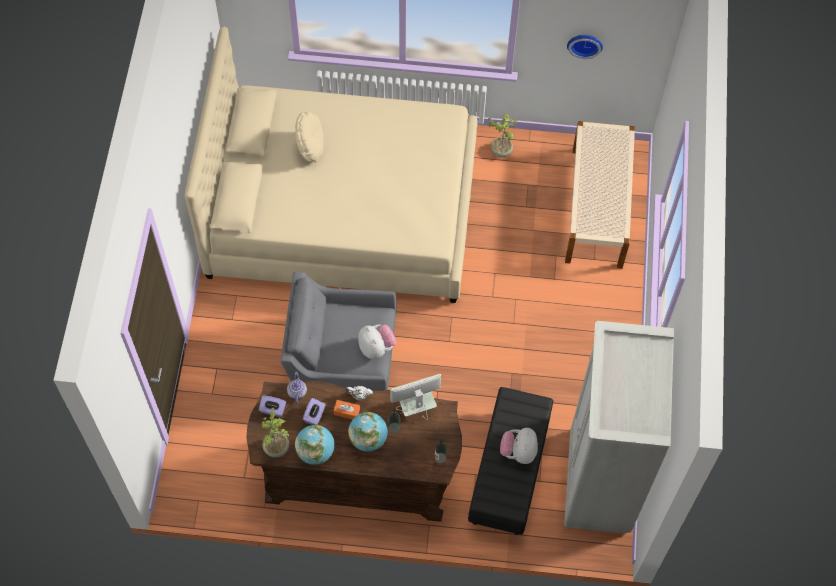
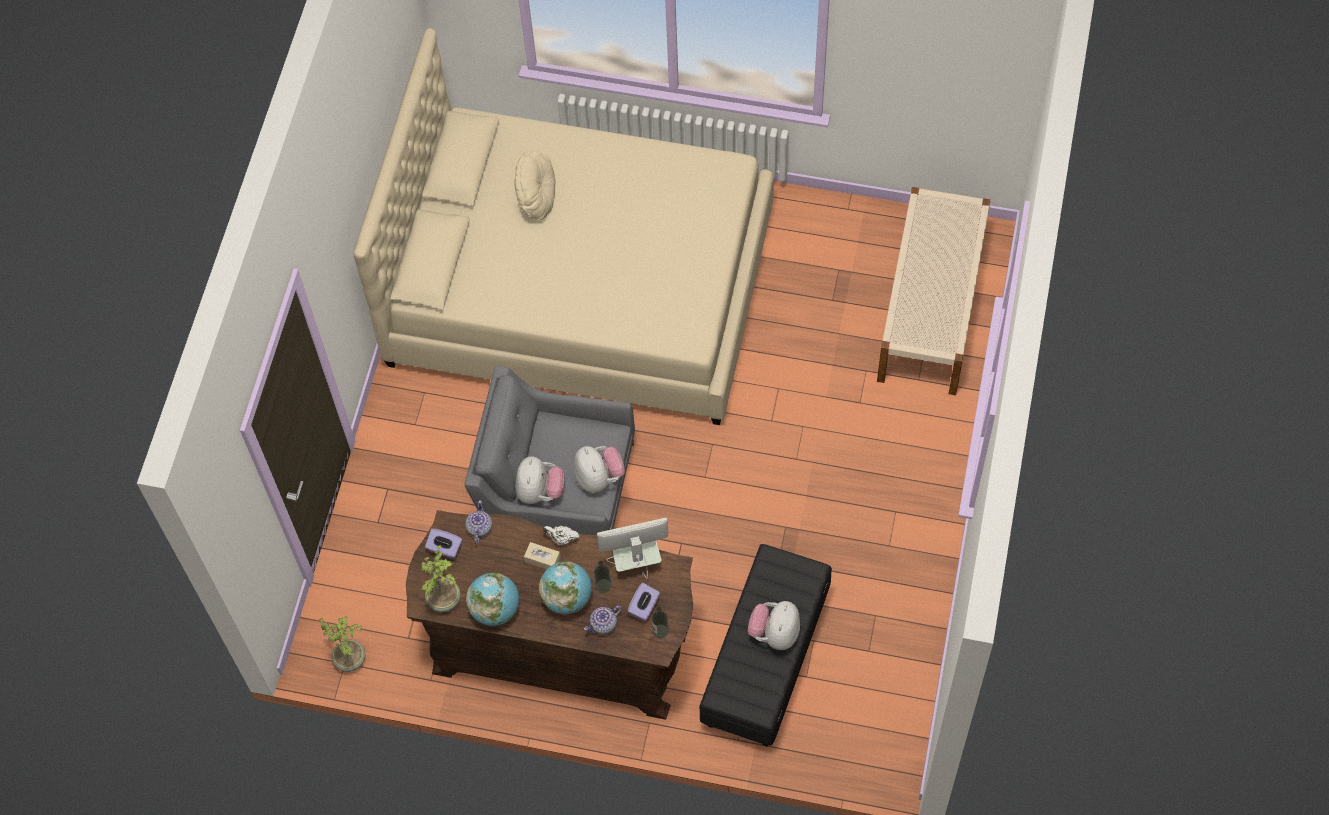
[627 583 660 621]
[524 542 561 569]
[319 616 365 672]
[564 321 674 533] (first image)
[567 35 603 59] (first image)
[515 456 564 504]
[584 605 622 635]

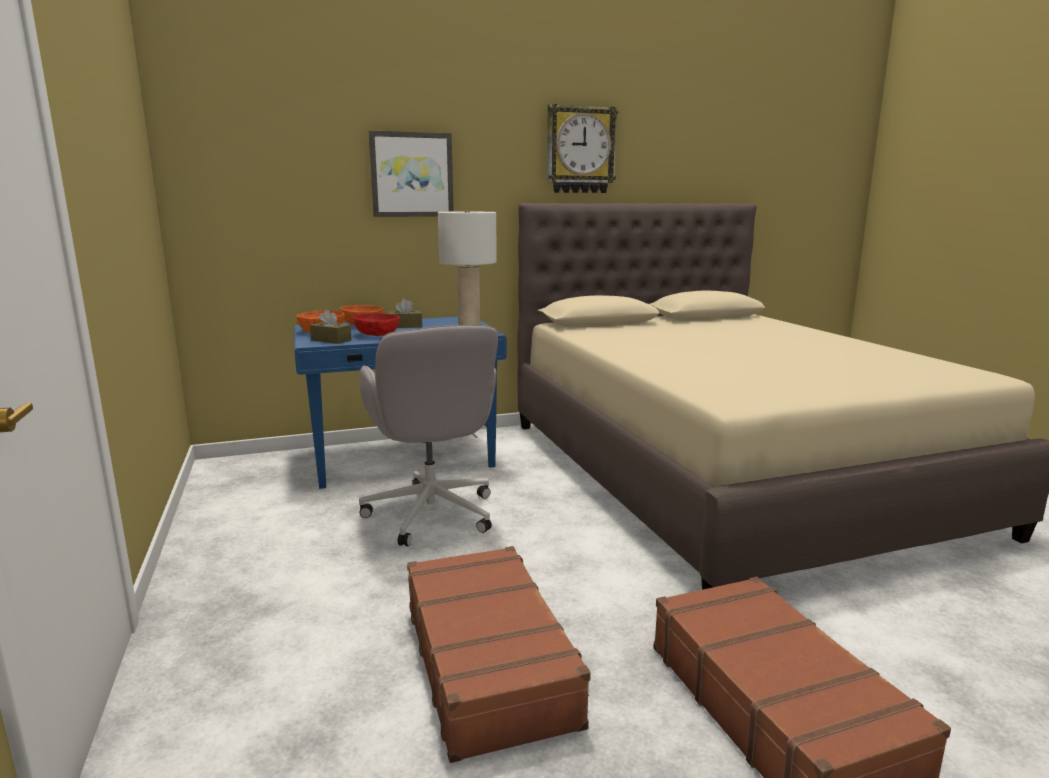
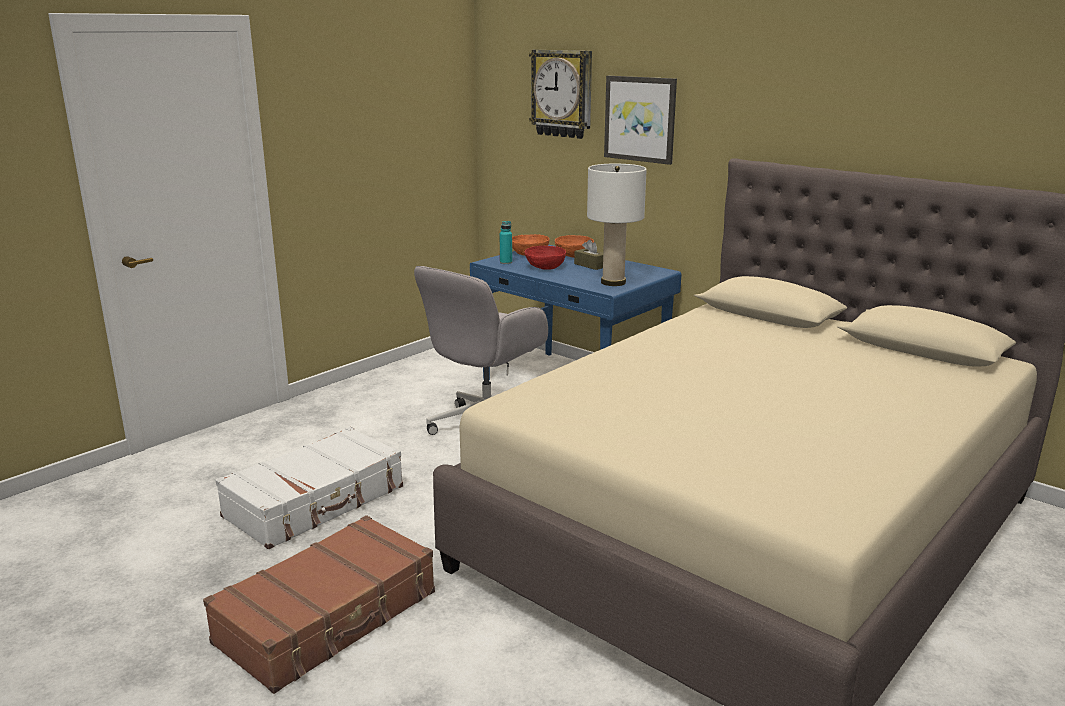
[500 221 512 264]
[215 427 403 549]
[529 50 592 139]

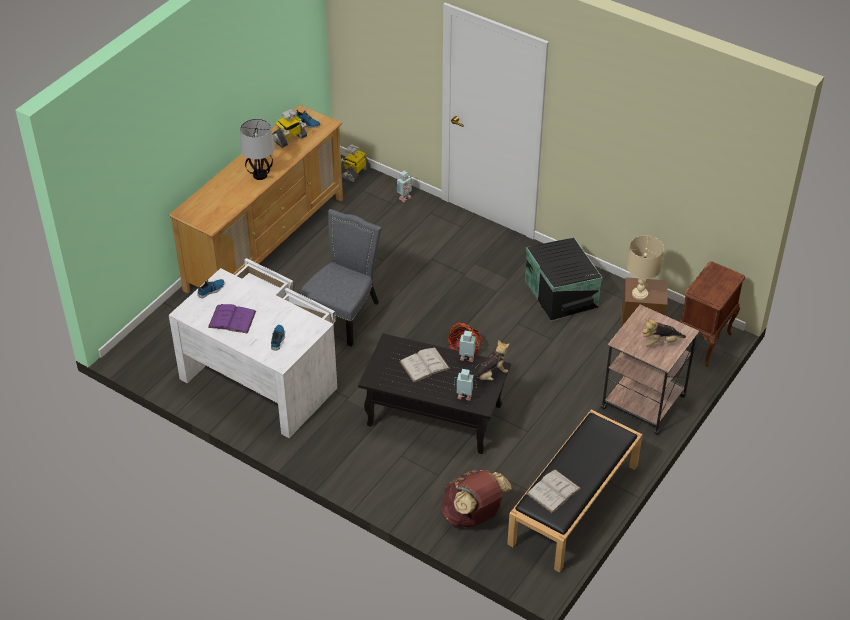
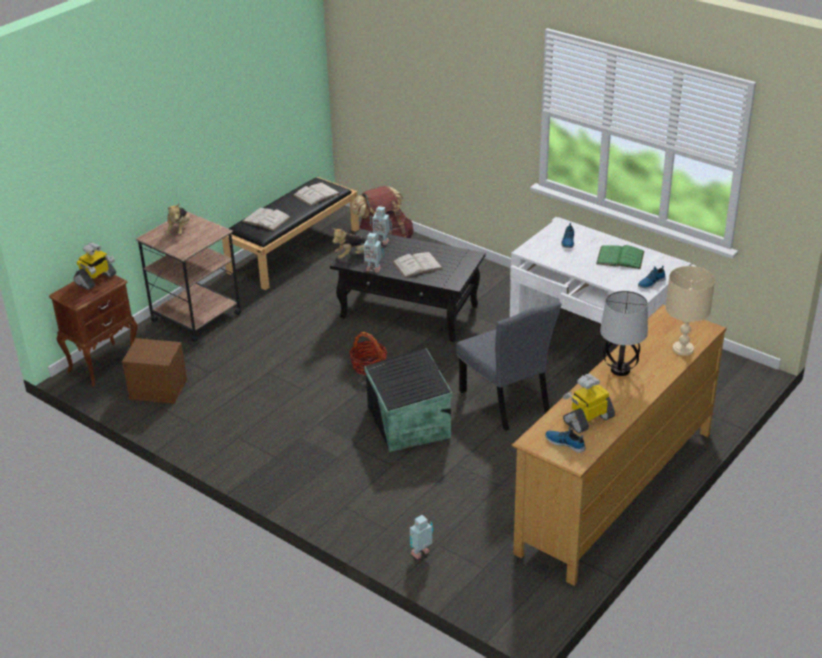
[596 245 644 269]
[456 301 562 431]
[73 243 116 290]
[364 348 452 452]
[665 266 715 356]
[166 204 190 235]
[242 208 291 231]

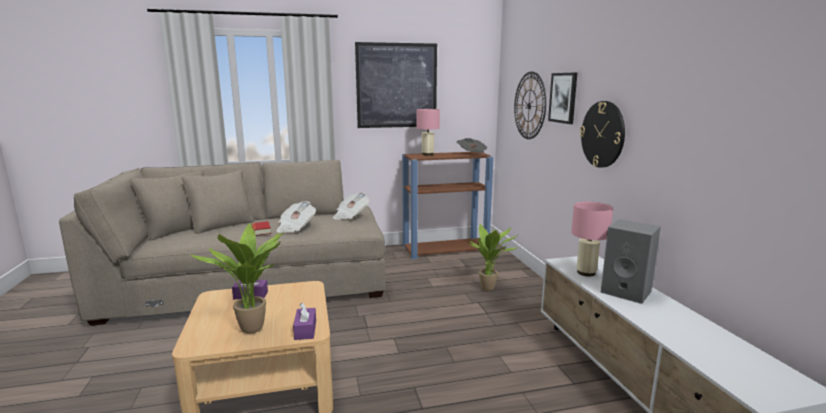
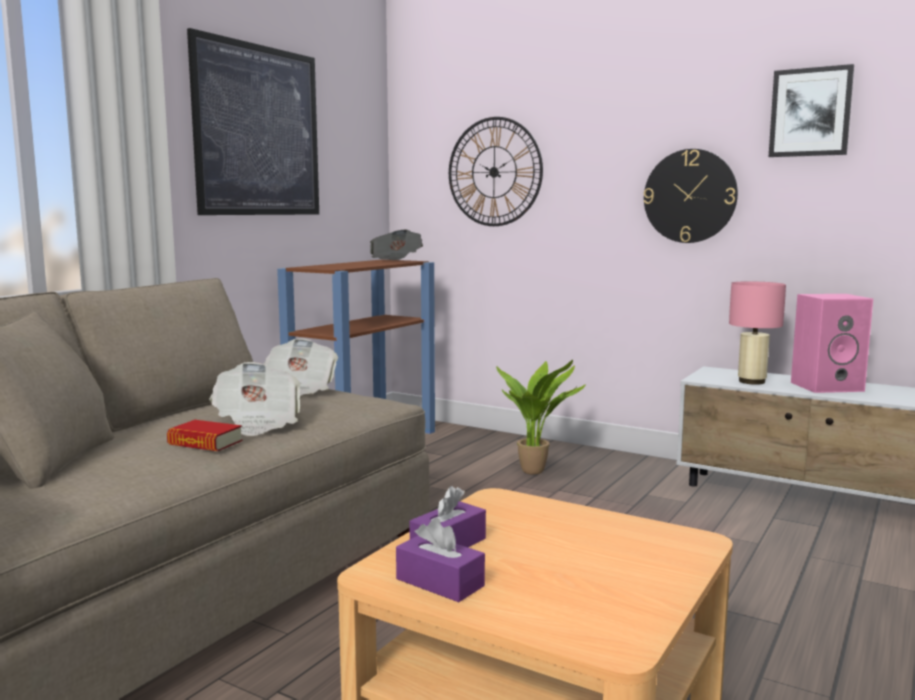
[189 223 285 334] (first image)
[396 518 485 602]
[417 109 440 155] (first image)
[769 64 854 157]
[791 294 873 393]

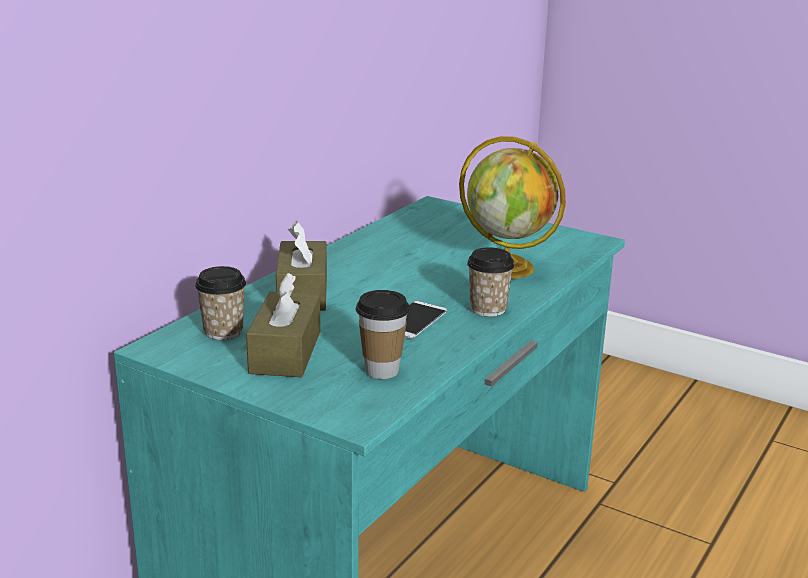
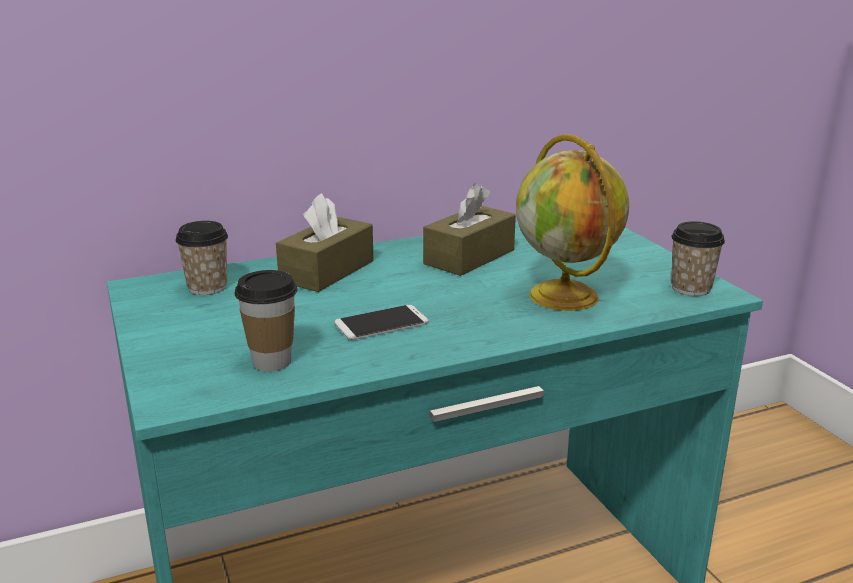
[423 184 516 276]
[671 221 725 296]

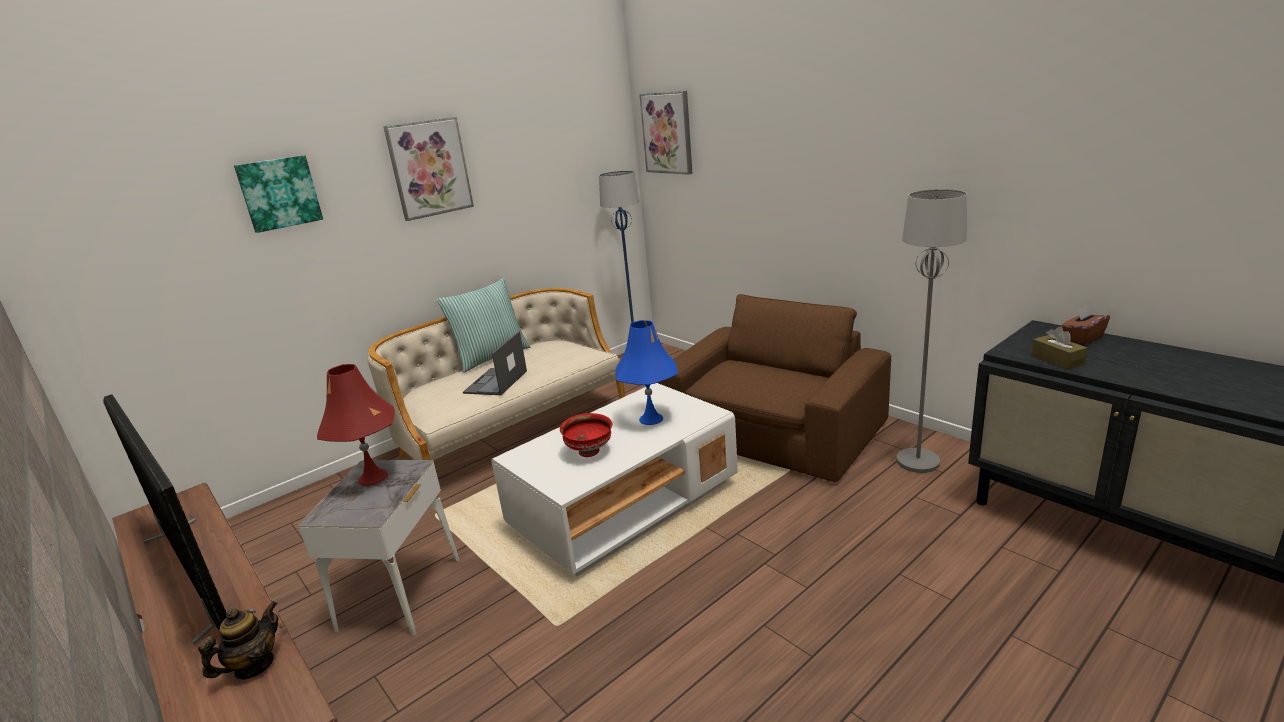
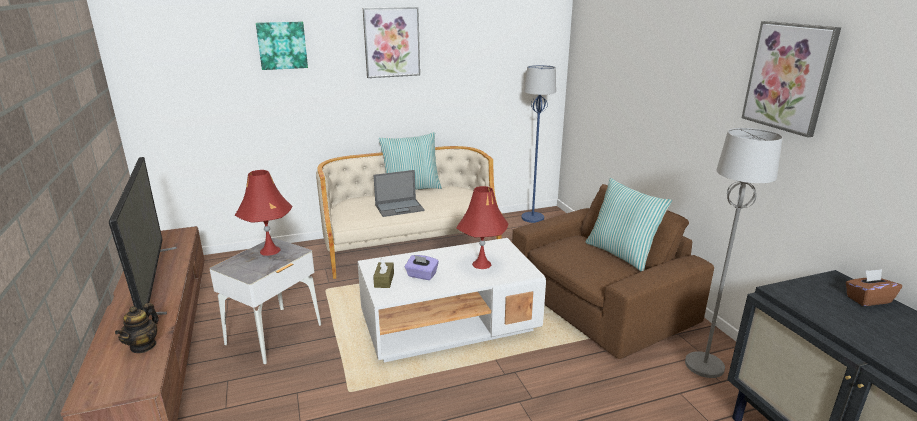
[115 303 159 353]
[373 170 425 217]
[405 255 439 280]
[456 186 509 269]
[742 21 841 137]
[373 258 394 288]
[585 178 672 272]

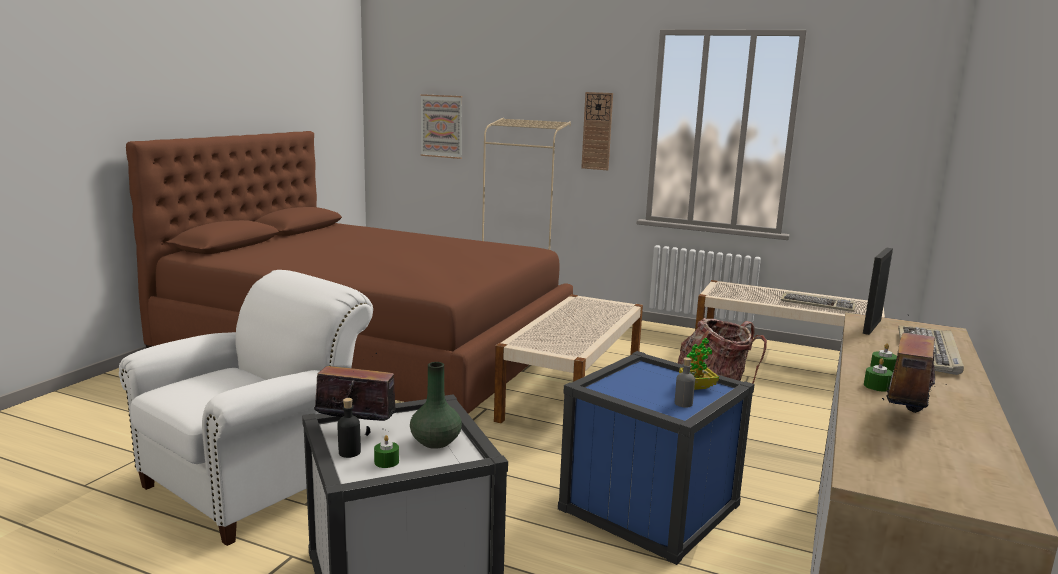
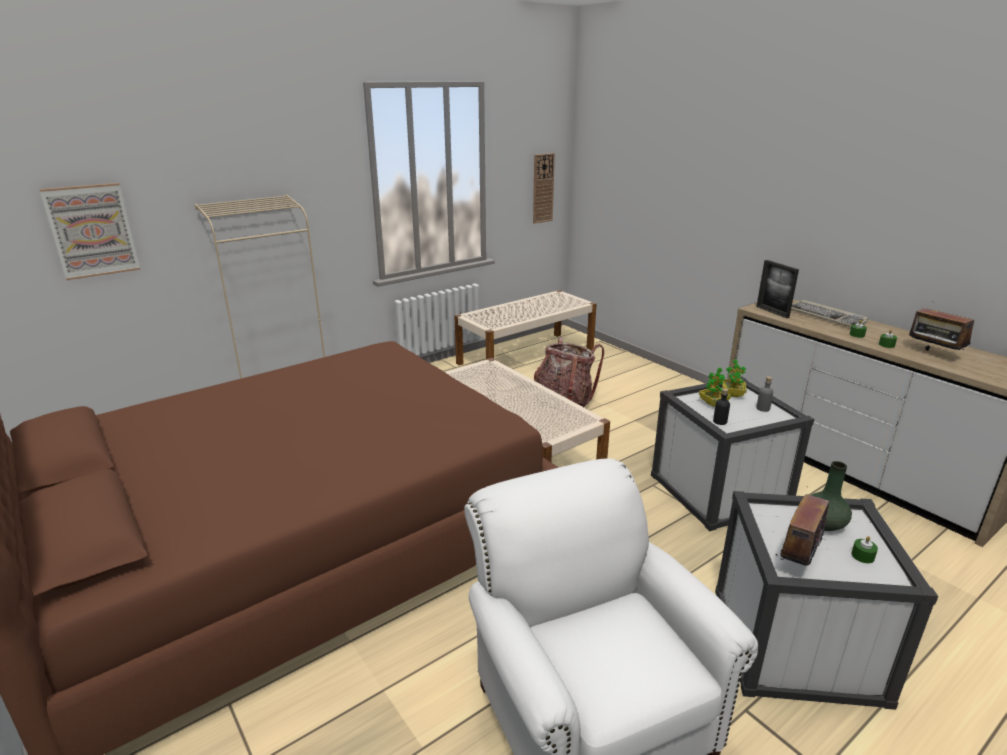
[713 388 730 425]
[651 376 814 531]
[533 153 555 224]
[781 291 856 312] (first image)
[699 367 731 407]

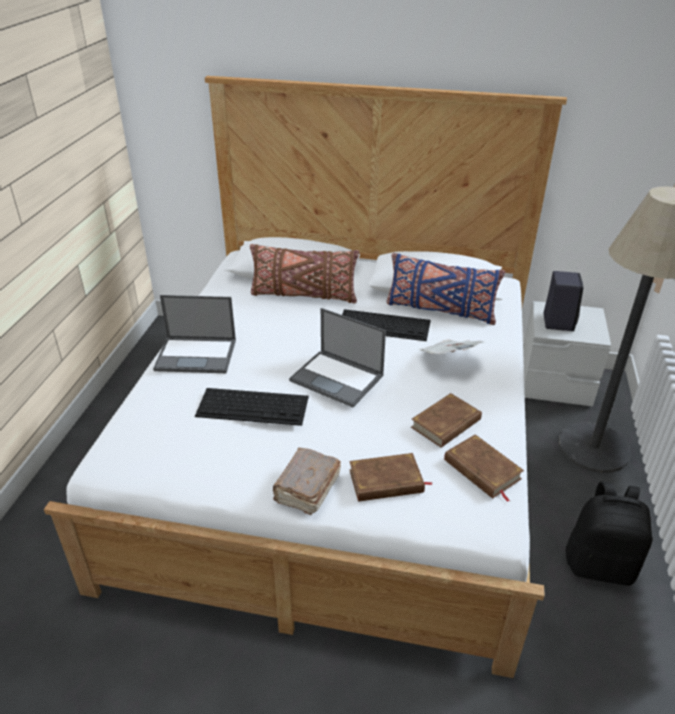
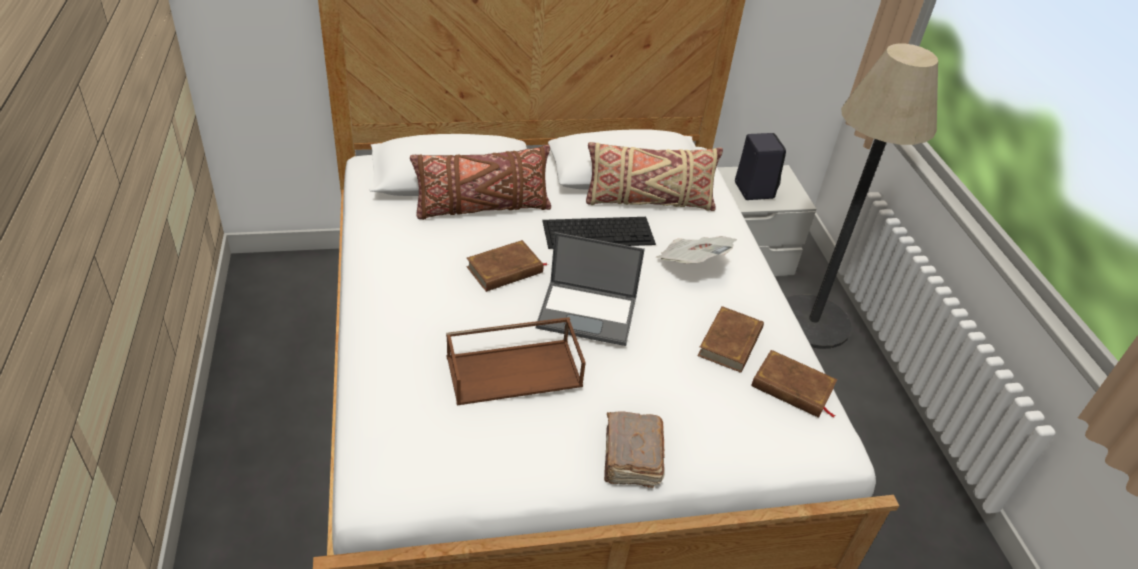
[153 295 236 373] (first image)
[446 317 586 405]
[467 240 548 292]
[586 142 723 211]
[566 481 652 586] (first image)

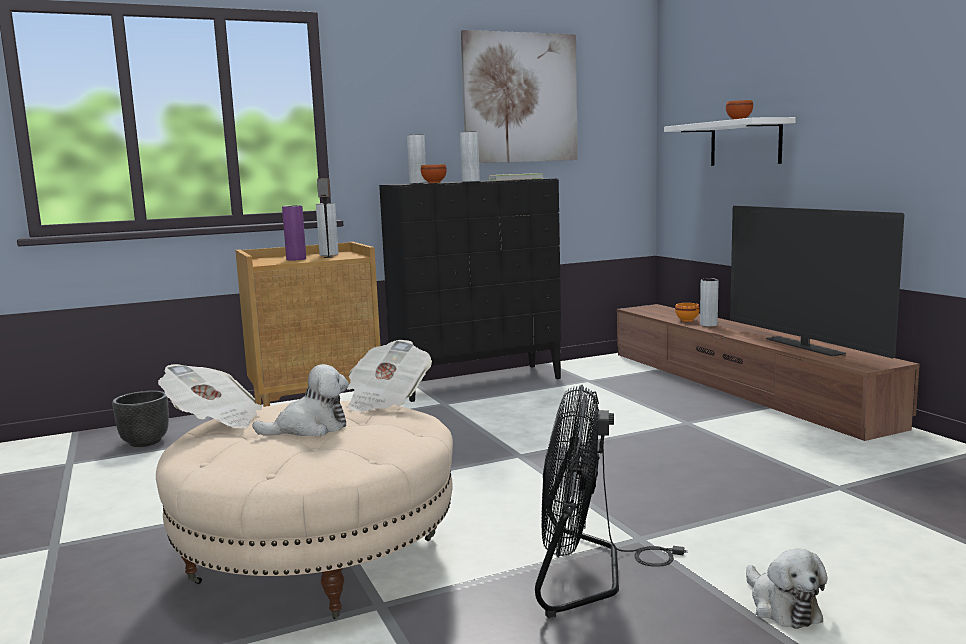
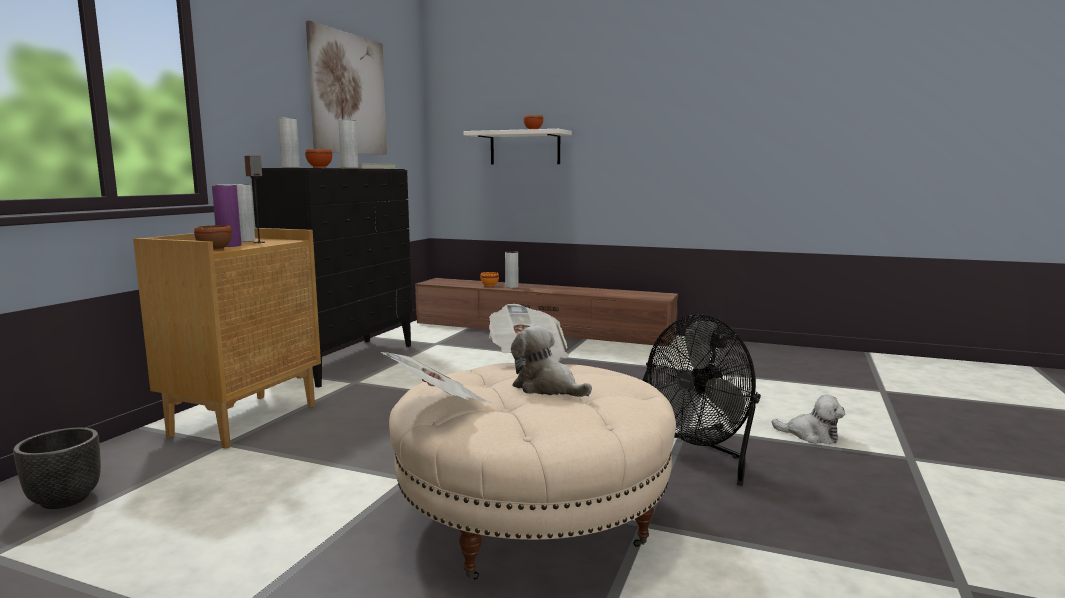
[511 325 592 397]
[730 206 904 359] (first image)
[194 225 232 251]

